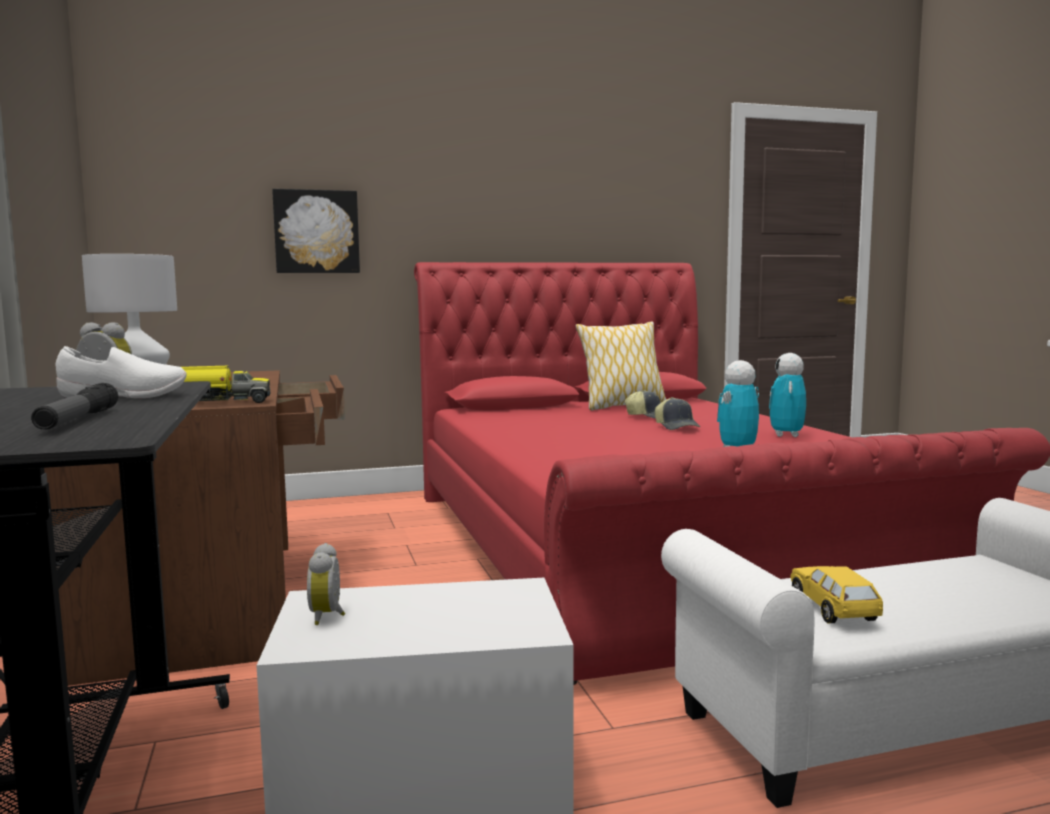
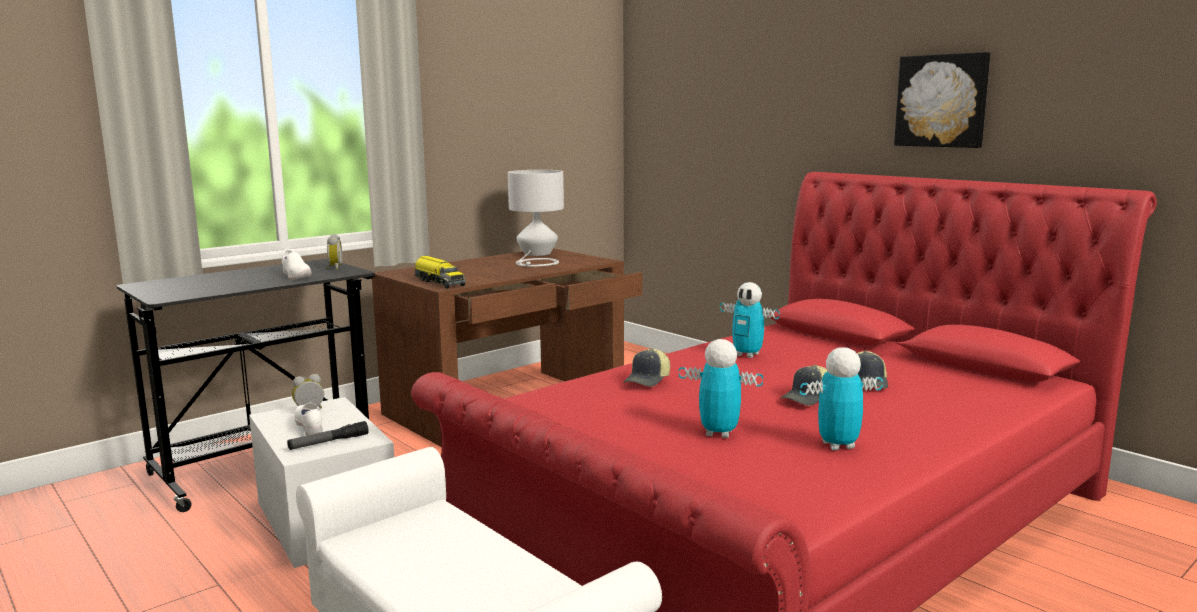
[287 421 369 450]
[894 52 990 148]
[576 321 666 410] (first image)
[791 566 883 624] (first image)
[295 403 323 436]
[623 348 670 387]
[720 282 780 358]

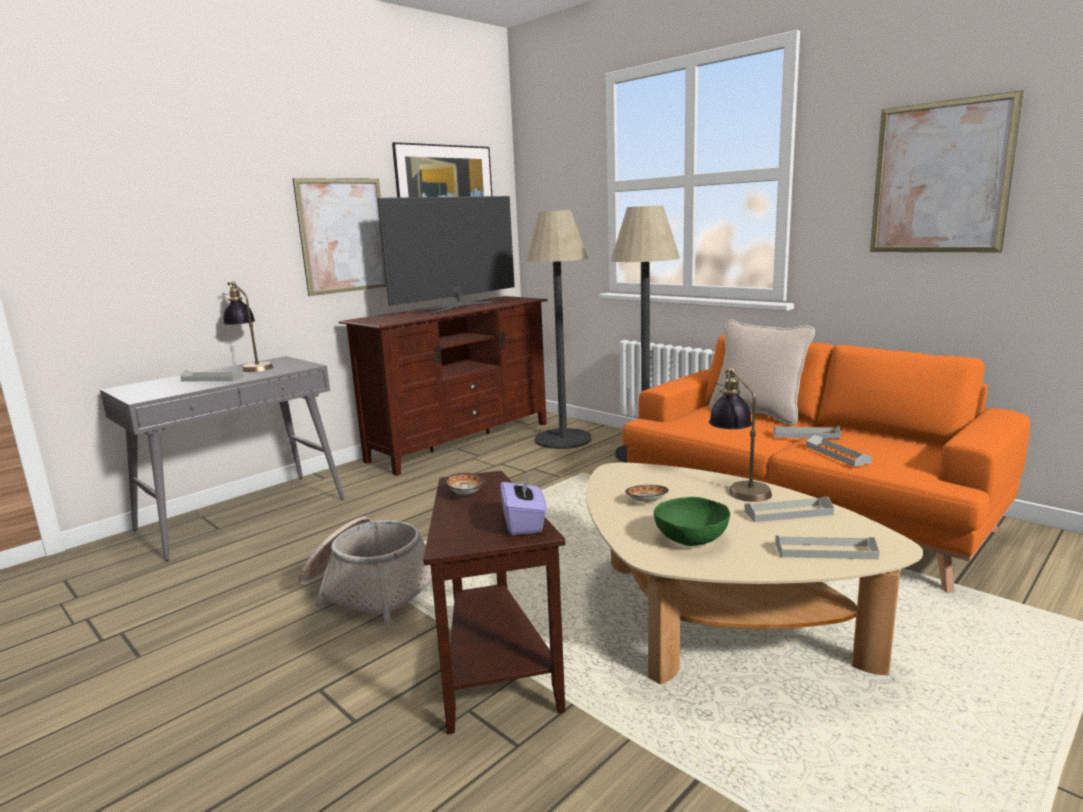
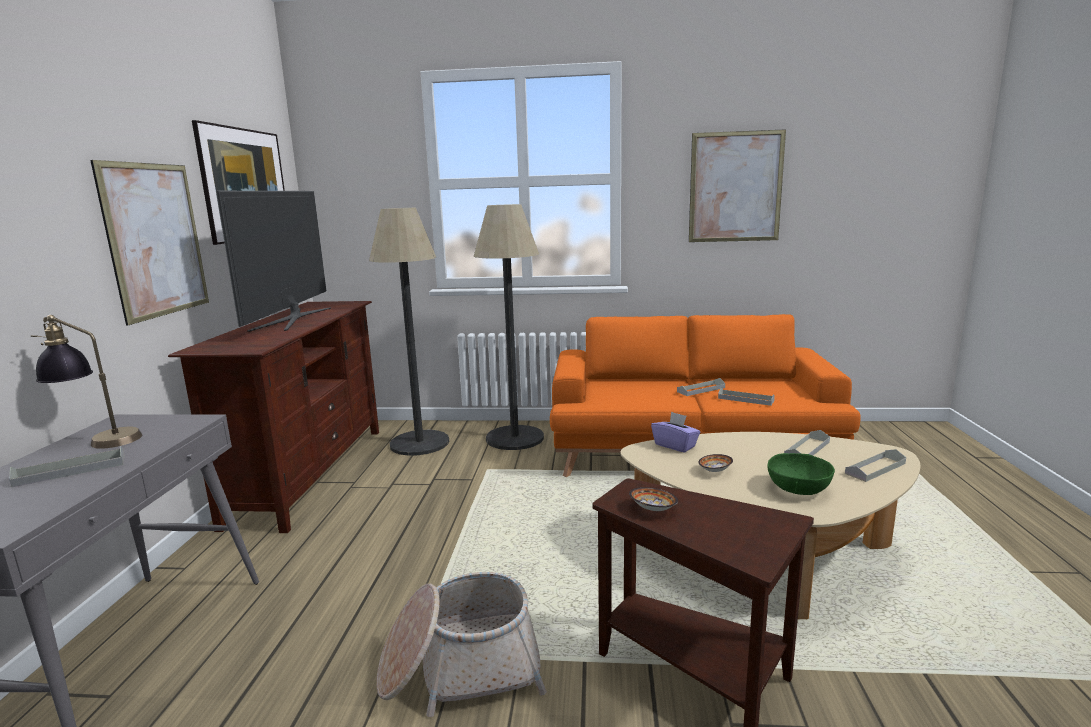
[651 412 700 453]
[709 320 815 425] (first image)
[709 367 772 502] (first image)

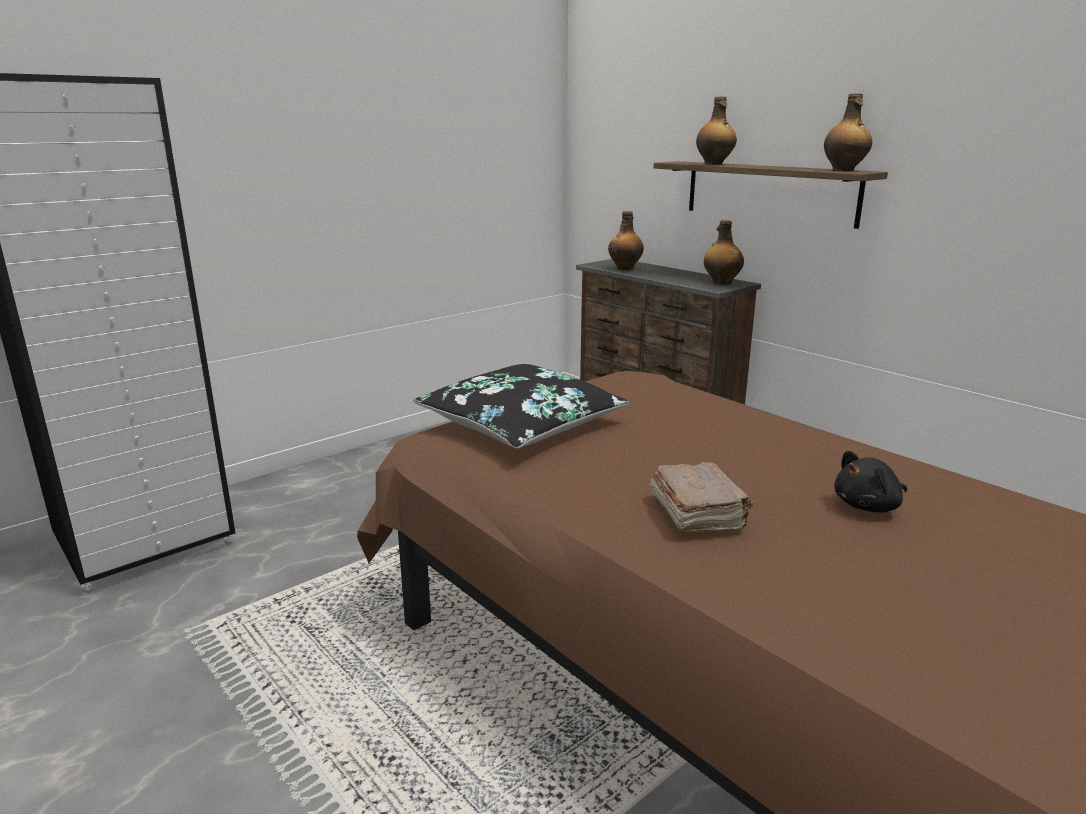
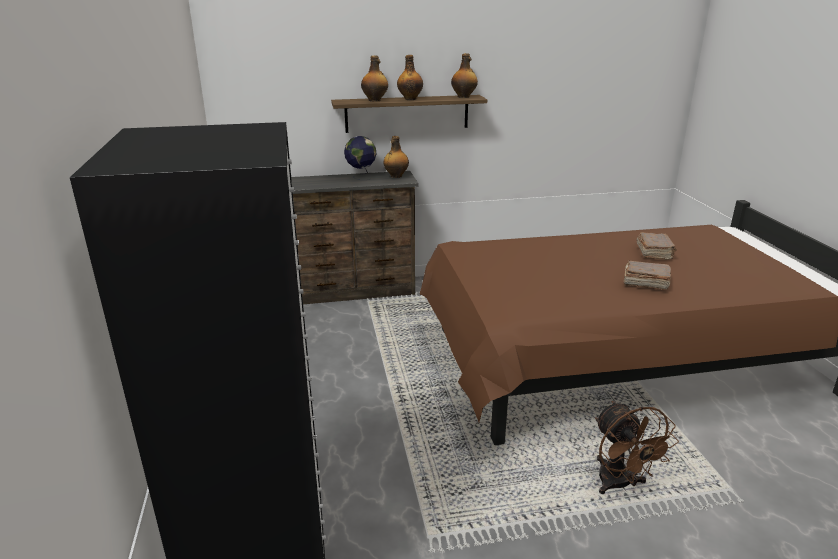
[413 364 629 449] (first image)
[397 55 423 100]
[637 232 677 260]
[344 136 376 180]
[595 401 679 494]

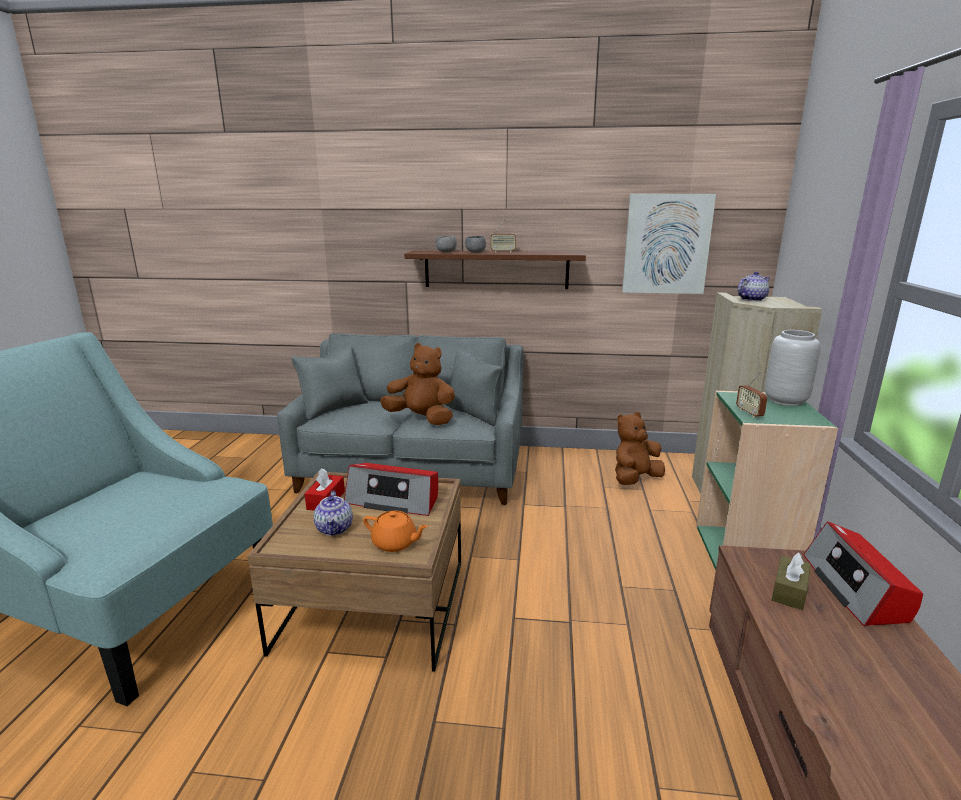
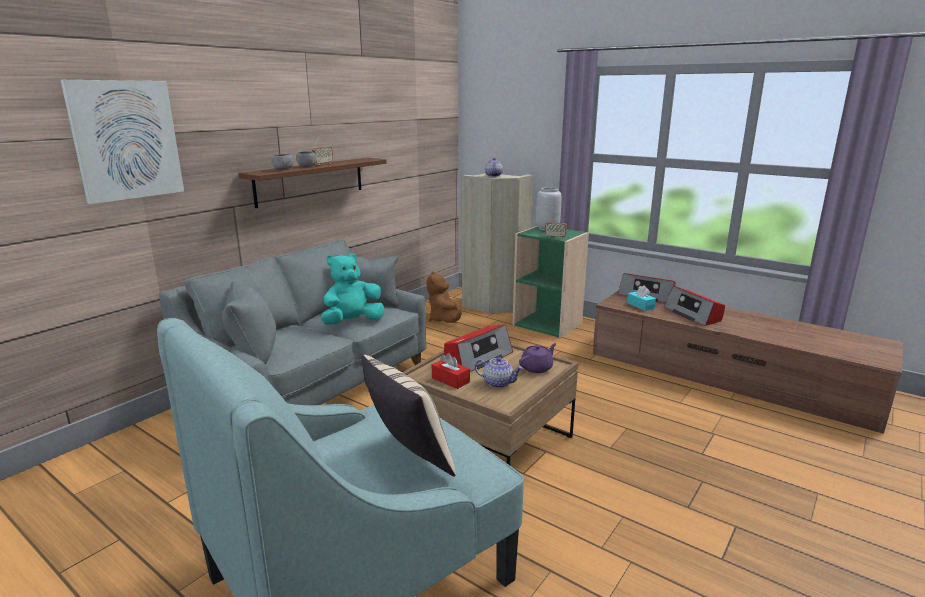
[519 343 557 373]
[321 253 384 325]
[61 80 184 204]
[627 285 656 311]
[362 355 456 476]
[664 286 725 326]

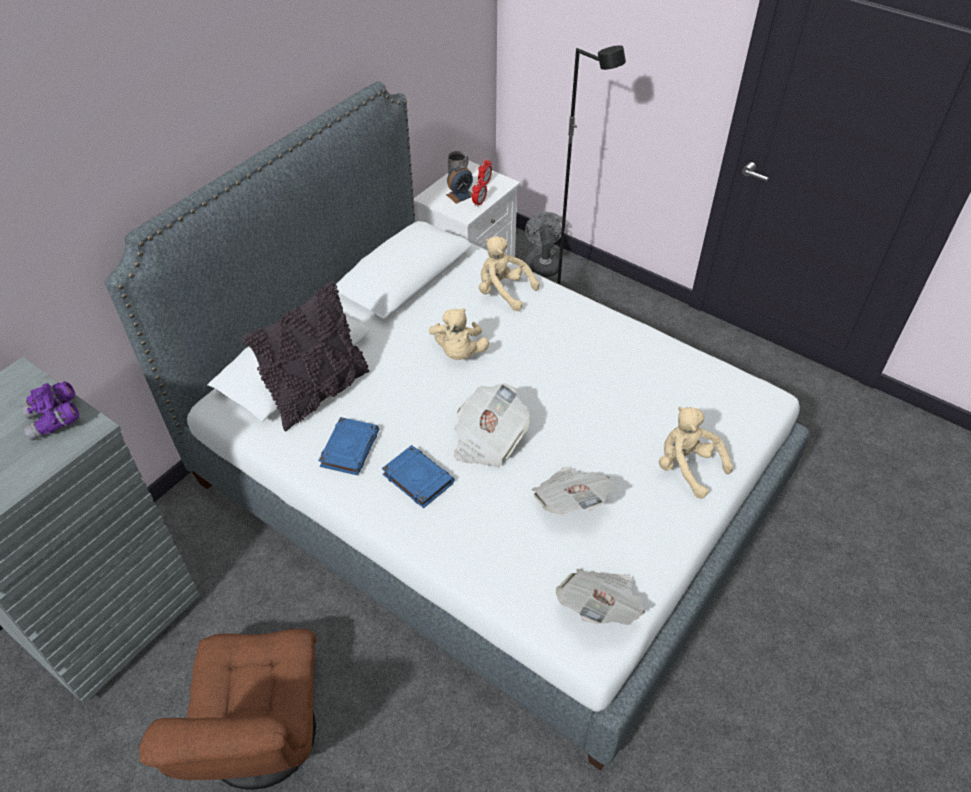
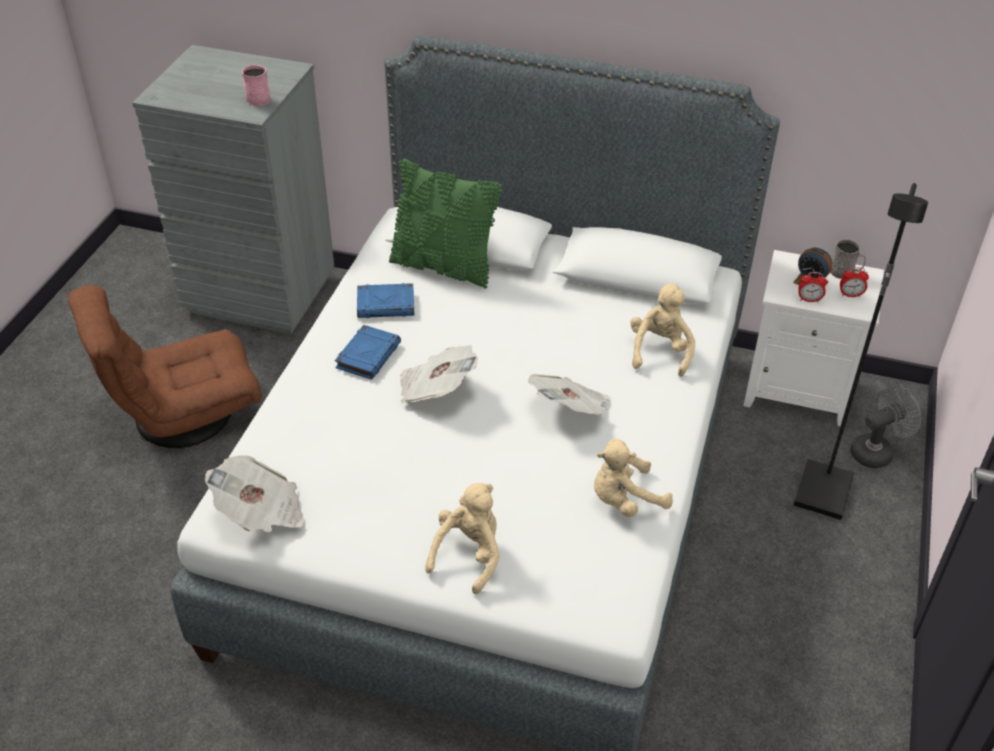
[242 65 270 106]
[389 159 502 289]
[594 439 673 517]
[528 374 610 416]

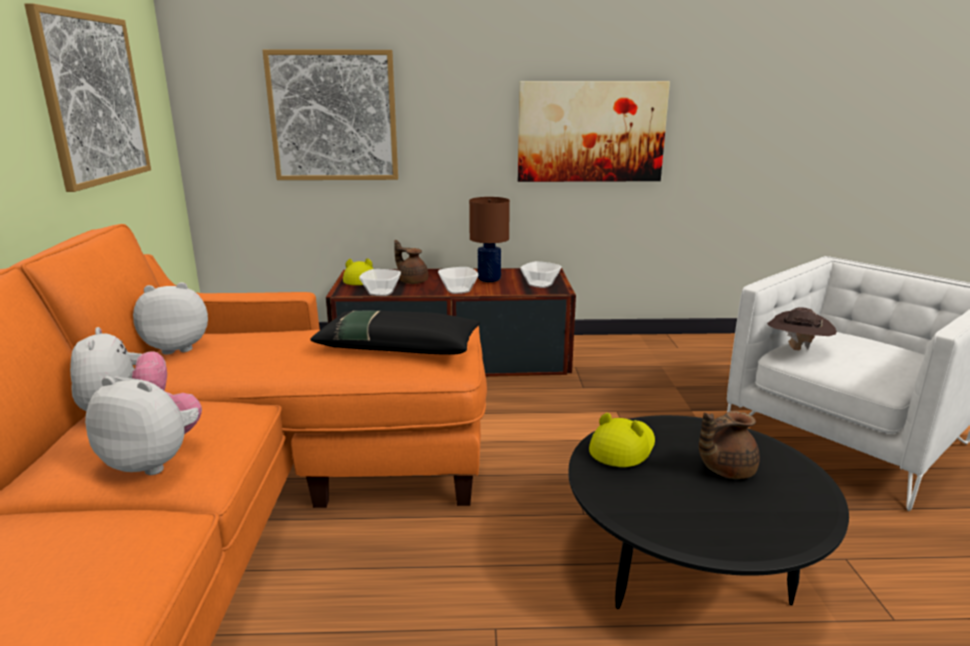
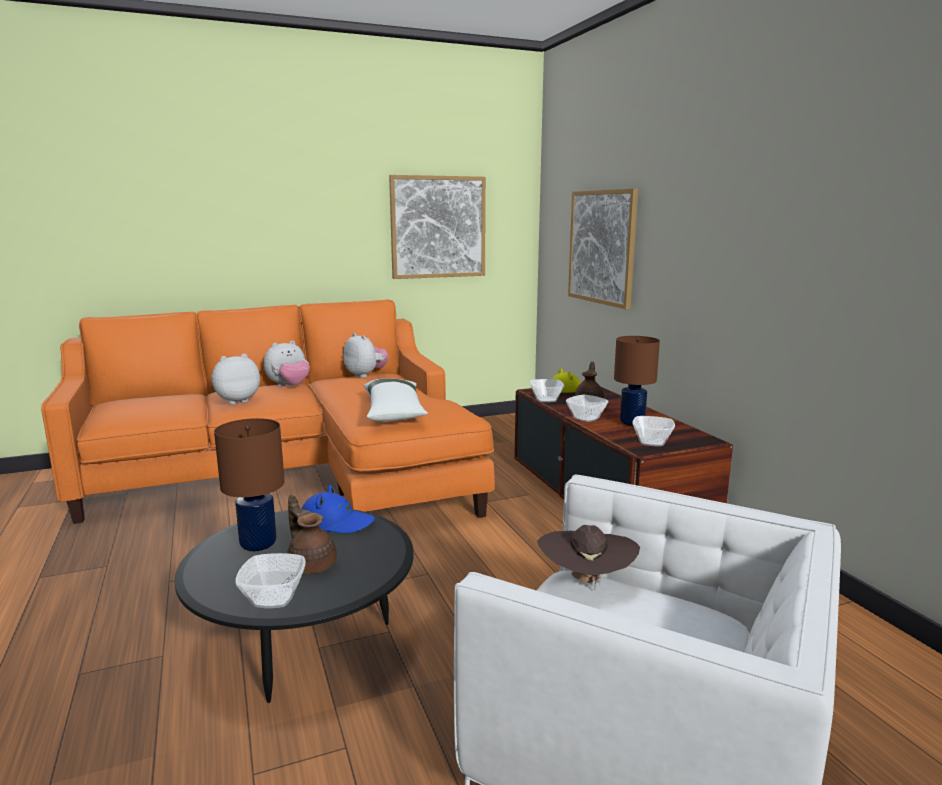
[211 354 260 405]
[364 378 428 422]
[518 81 670 182] (first image)
[302 485 375 533]
[214 418 285 551]
[235 553 306 609]

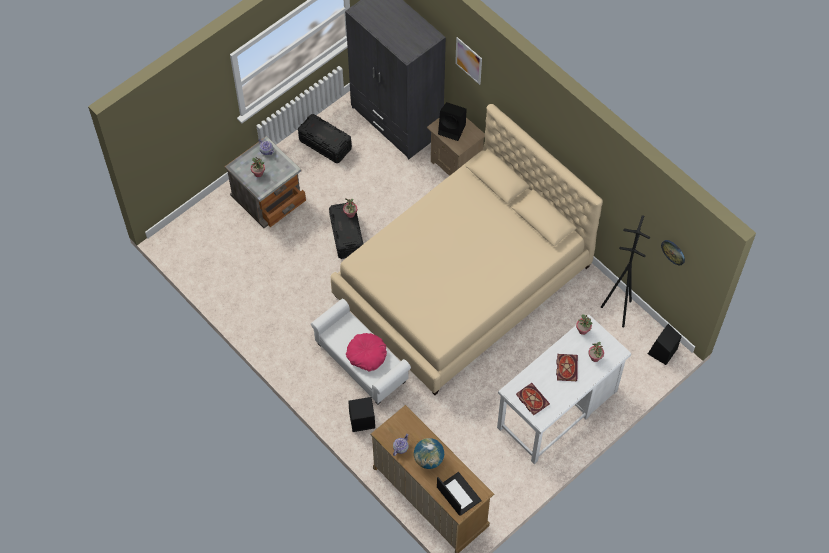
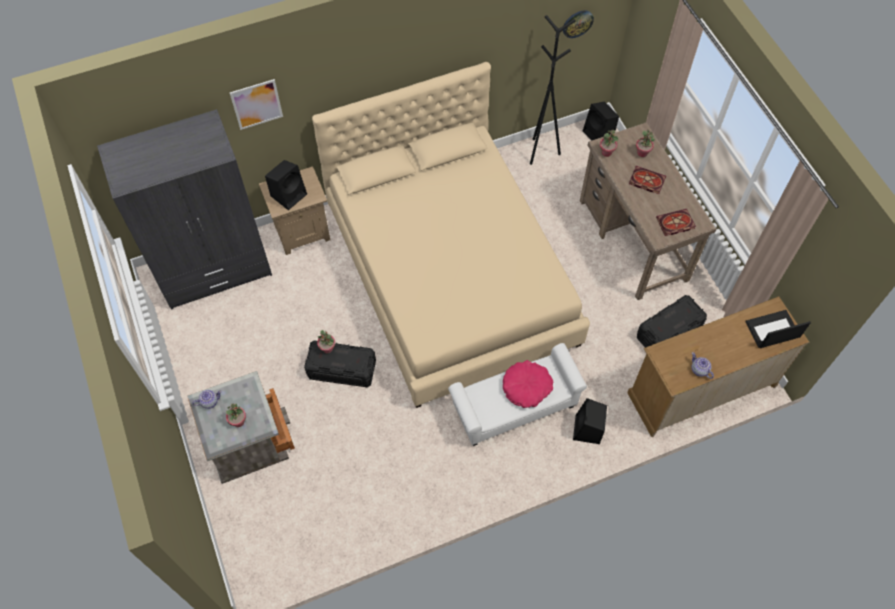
[637 295 707 347]
[414 438 444 469] (first image)
[580 122 716 300]

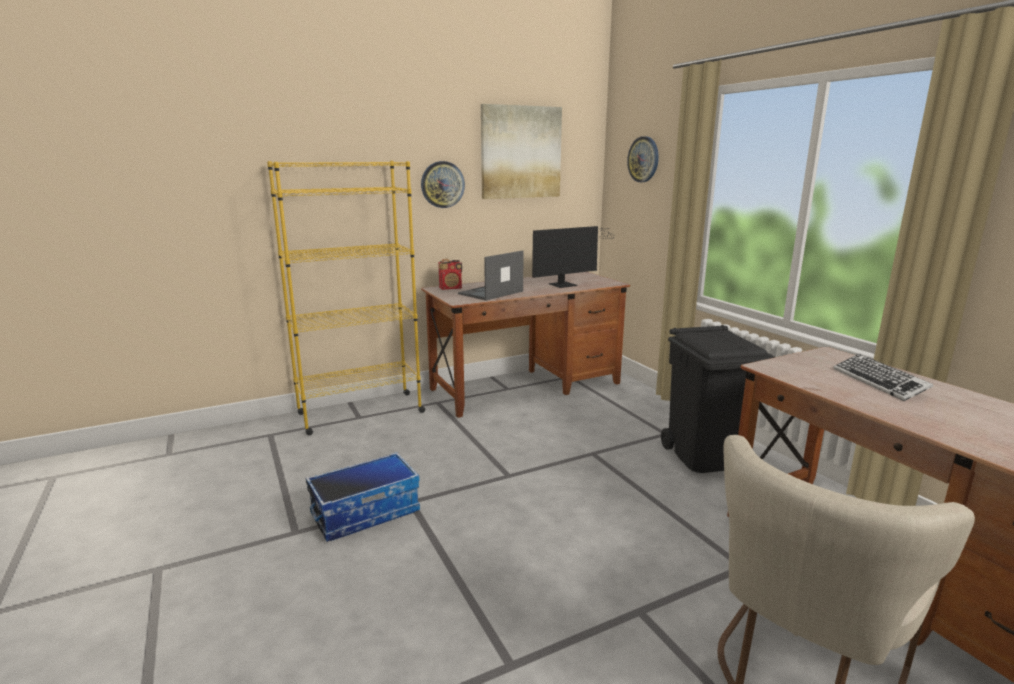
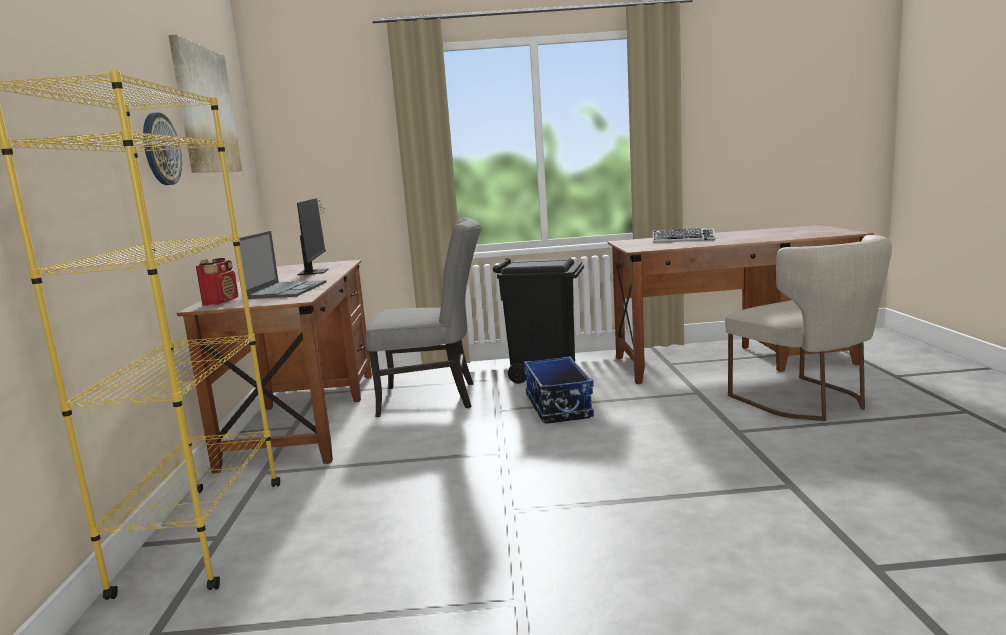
[524 356 594 424]
[234 231 326 299]
[627 136 659 182] (first image)
[365 217 481 417]

